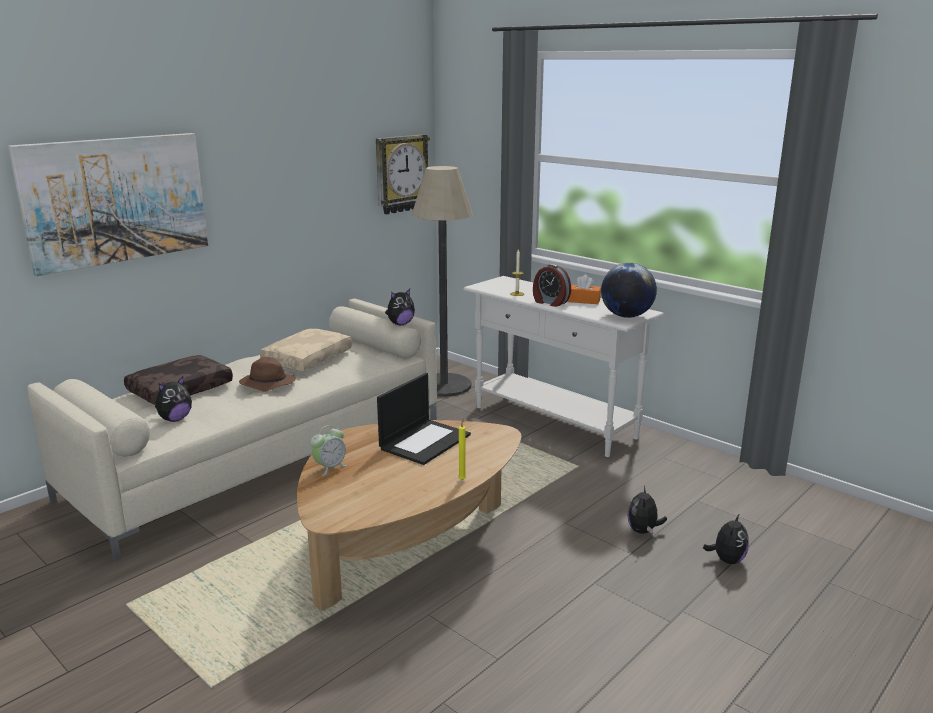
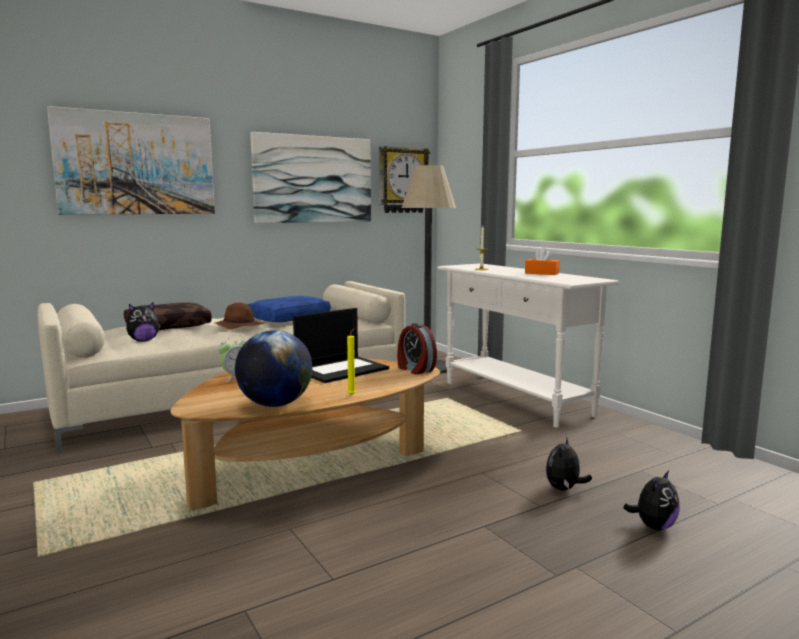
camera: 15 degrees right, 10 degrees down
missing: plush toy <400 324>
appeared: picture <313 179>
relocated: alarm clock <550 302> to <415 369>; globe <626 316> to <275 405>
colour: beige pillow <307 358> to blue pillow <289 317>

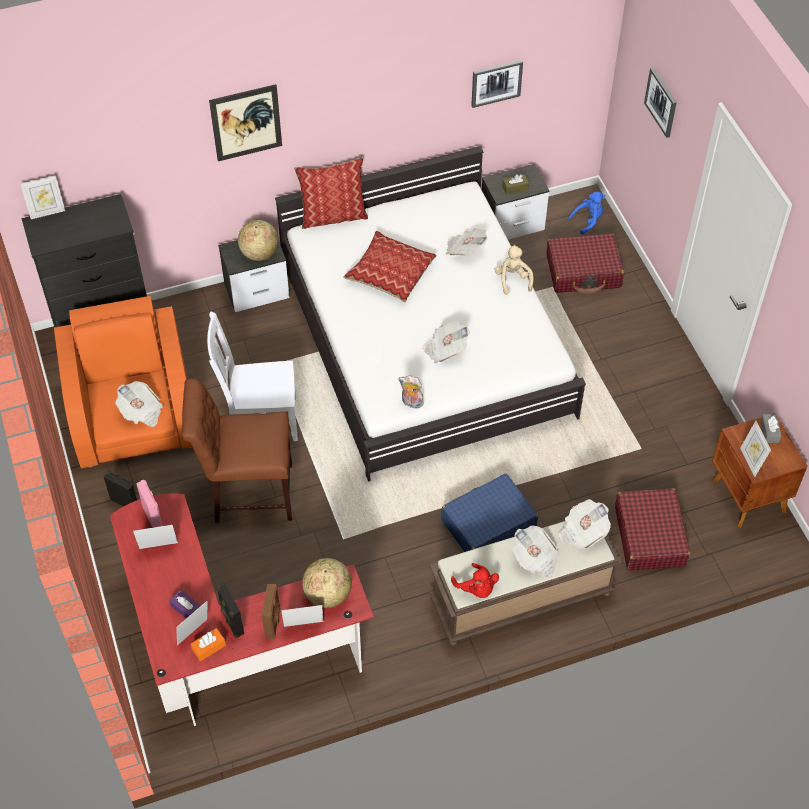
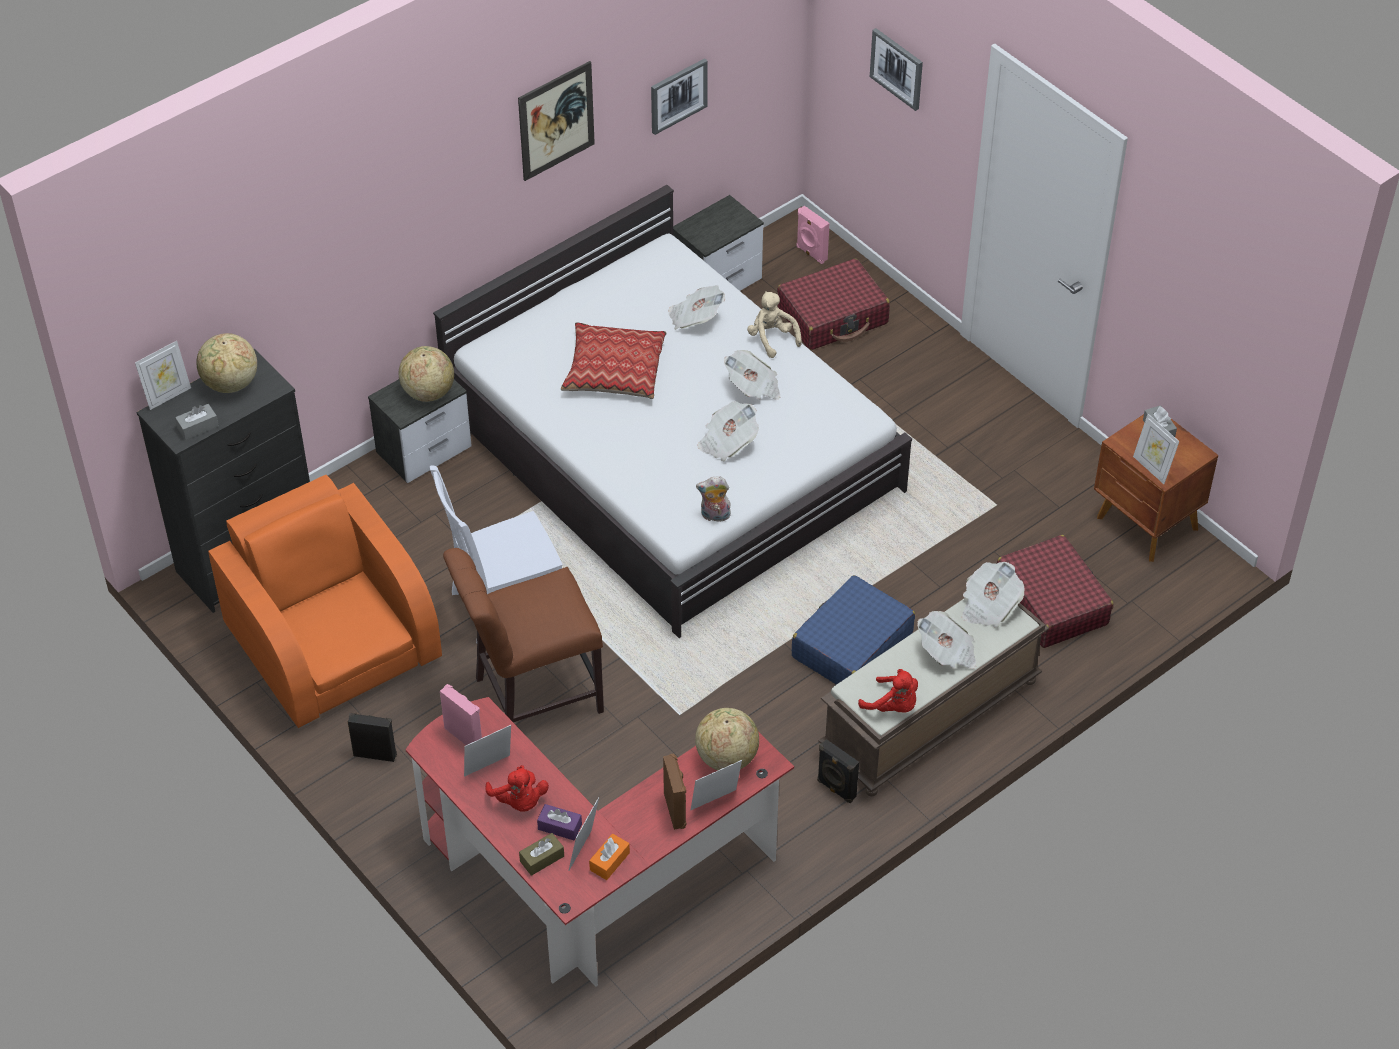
camera: 20 degrees left, 5 degrees down
missing: pillow <333 216>
appeared: grey tissue box <198 427>; globe <230 384>; red plush toy <519 801>
relocated: newspaper <141 412> to <753 387>; picture <246 123> to <556 120>; black speaker <232 622> to <835 789>; brown tissue box <515 188> to <542 859>
exchanged: blue plush toy <588 220> to pink speaker <811 253>

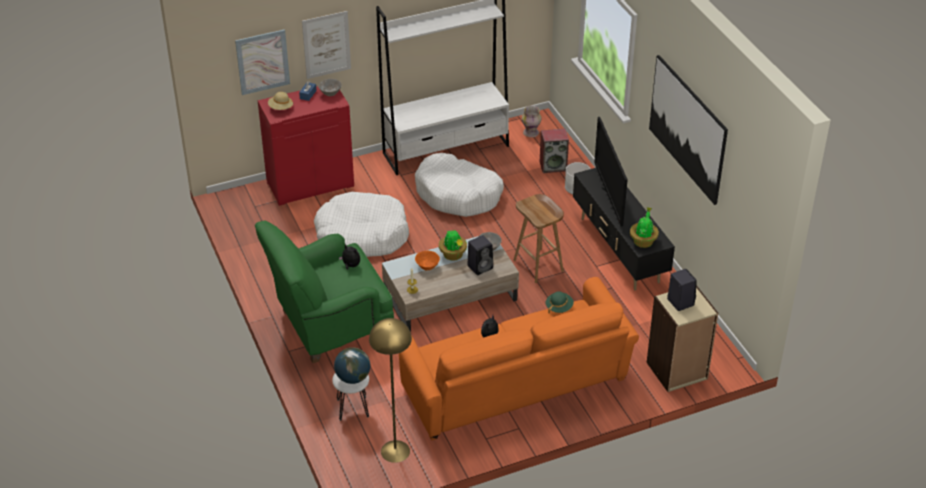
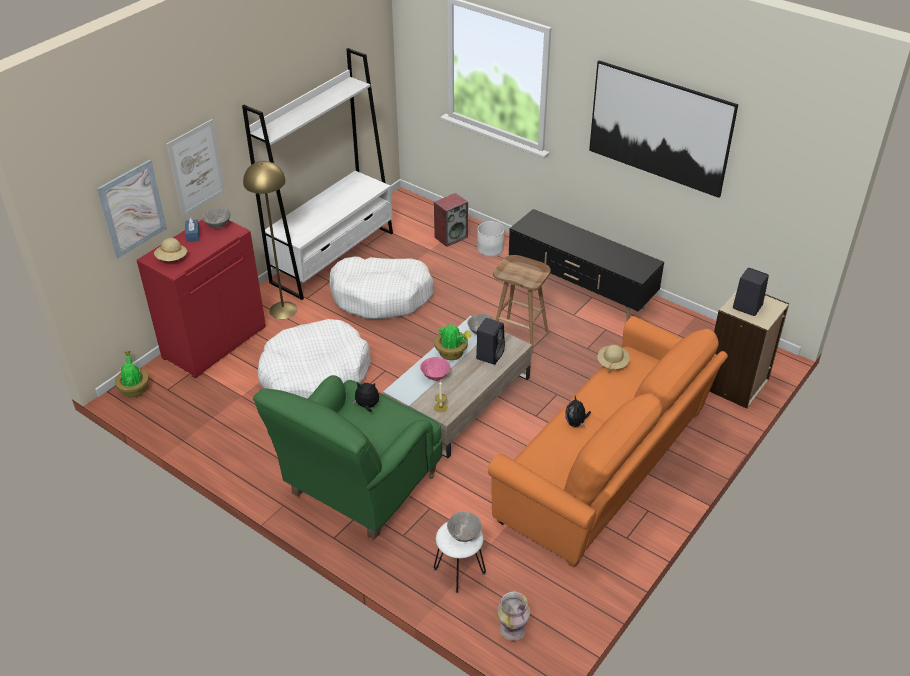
camera: 30 degrees left, 0 degrees up
missing: television <610 197>
relocated: yellow floor lamp <395 451> to <283 310>; vase <531 133> to <512 629>; potted plant <643 241> to <134 389>
exchanged: globe <353 378> to grey bowl <464 535>
colour: orange bowl <427 267> to pink bowl <435 376>; green hat <559 307> to beige hat <612 363>

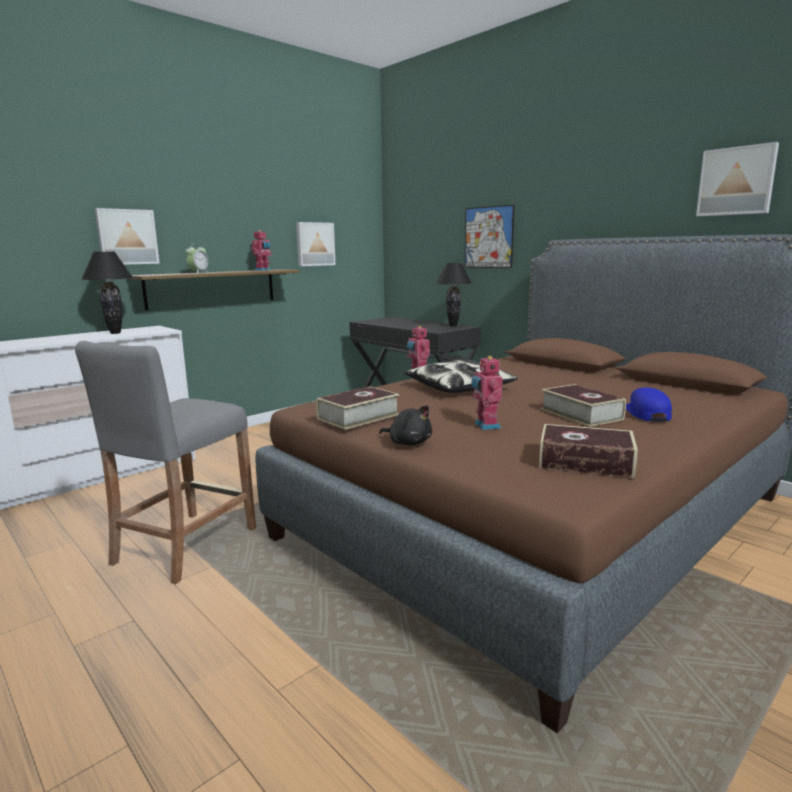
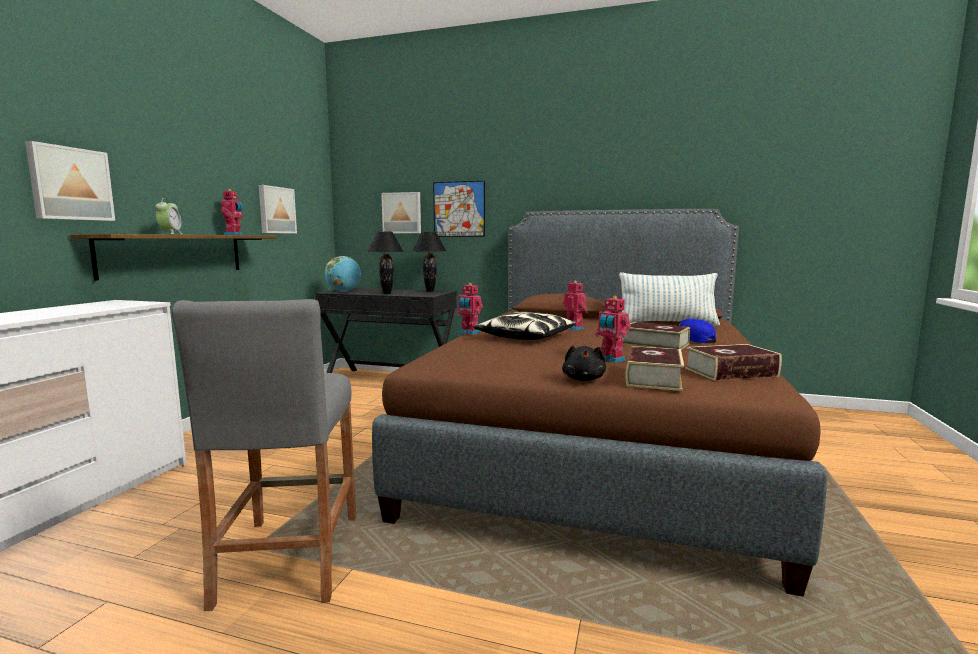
camera: 30 degrees left, 5 degrees down
appeared: globe <344 291>; toy robot <574 328>; pillow <667 324>
relocated: black table lamp <116 333> to <387 293>; book <358 416> to <653 378>; picture <736 181> to <402 213>
spun: black plush toy <408 442> = <583 379> 90 degrees clockwise

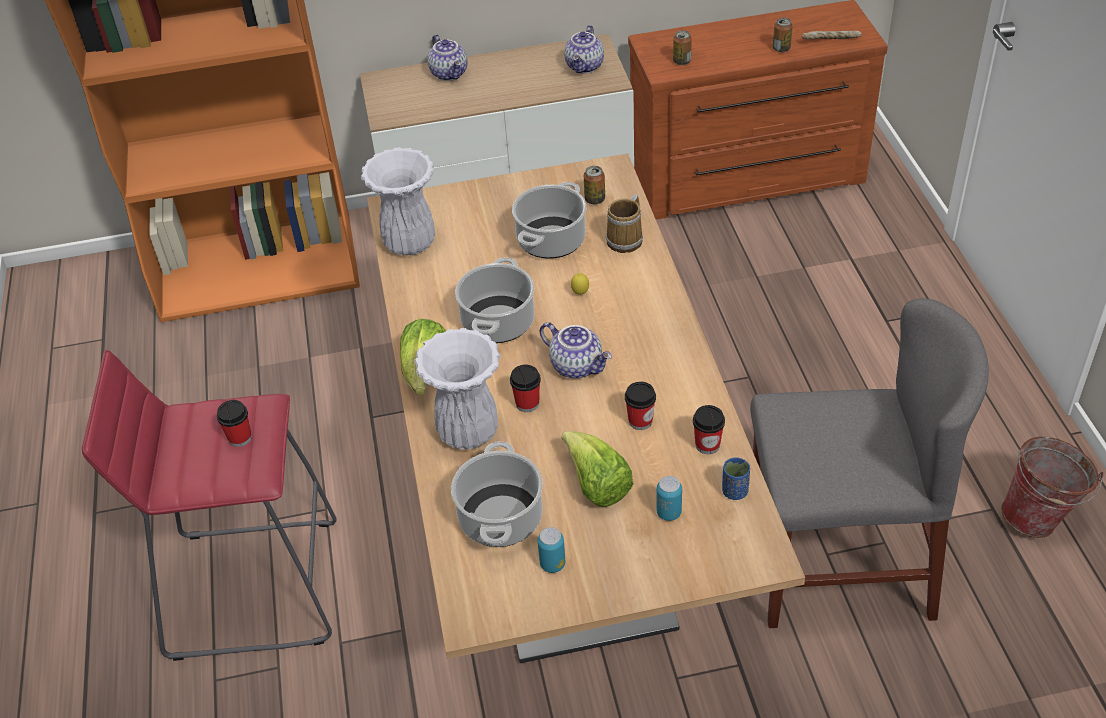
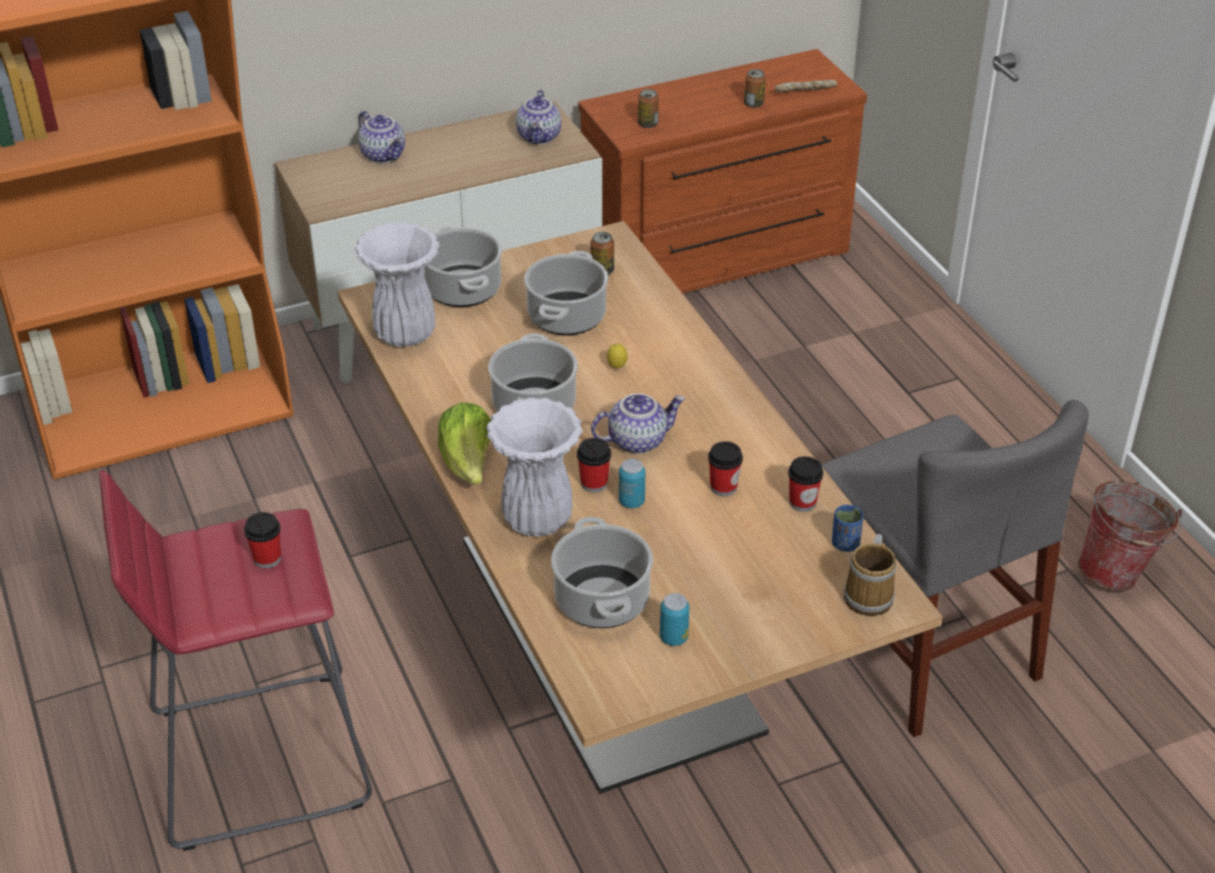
camera: 15 degrees left, 5 degrees down
missing: lettuce <596 485>
appeared: cooking pot <462 289>
relocated: mug <627 239> to <870 596>; can <668 513> to <631 502>
spun: teapot <577 366> = <637 440> 45 degrees counterclockwise; grey chair <838 565> = <922 646> 75 degrees clockwise

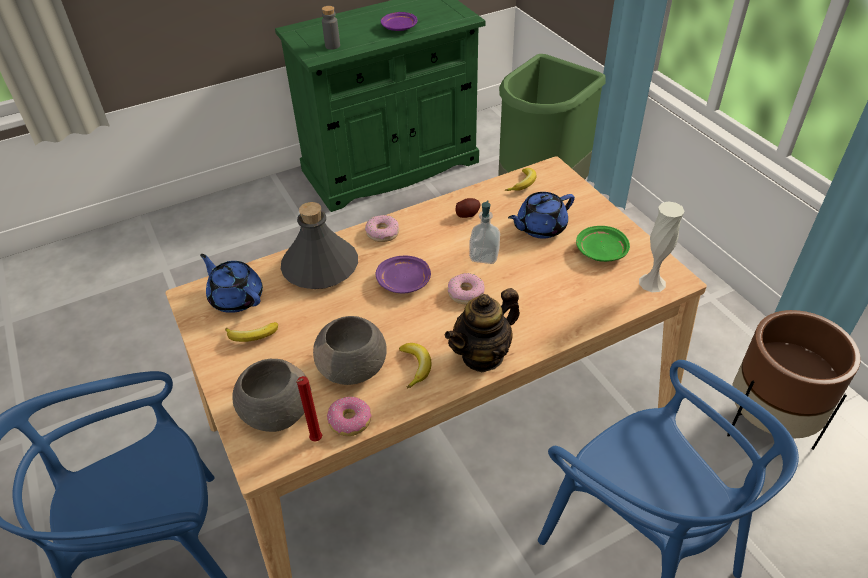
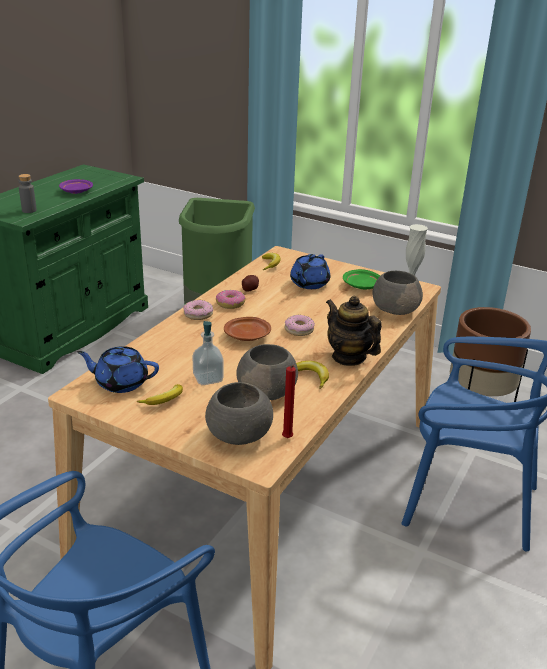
camera: 35 degrees left, 15 degrees down
missing: grey bottle <320 268>
appeared: grey bowl <395 309>
relocated: donut <350 421> to <230 304>; soap dispenser <484 256> to <208 378>
colour: purple plate <404 282> to brown plate <248 336>
spun: teapot <483 355> = <349 357> 120 degrees clockwise

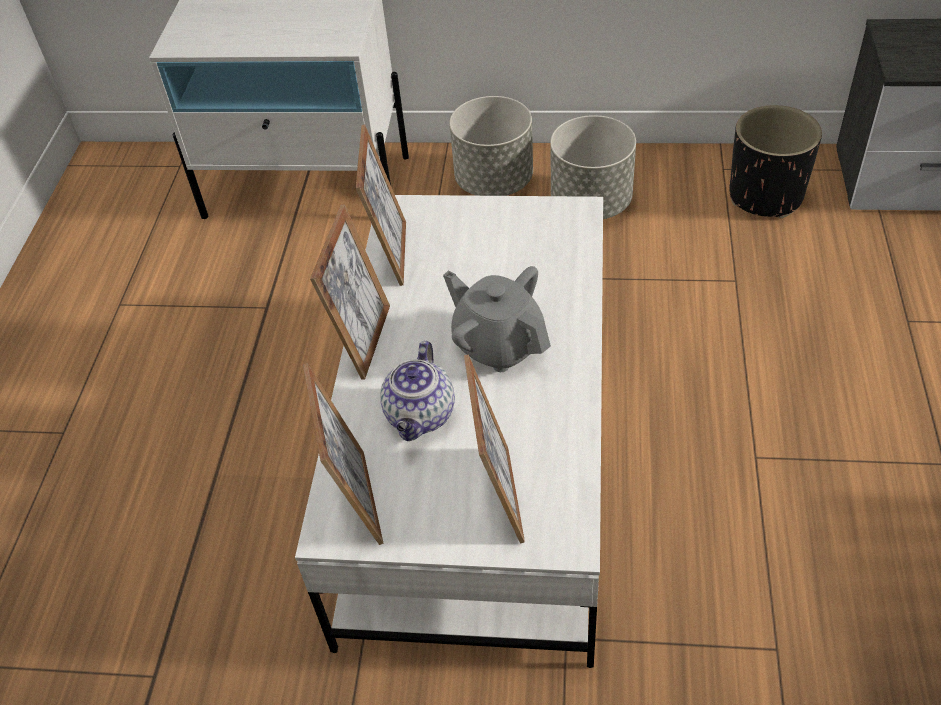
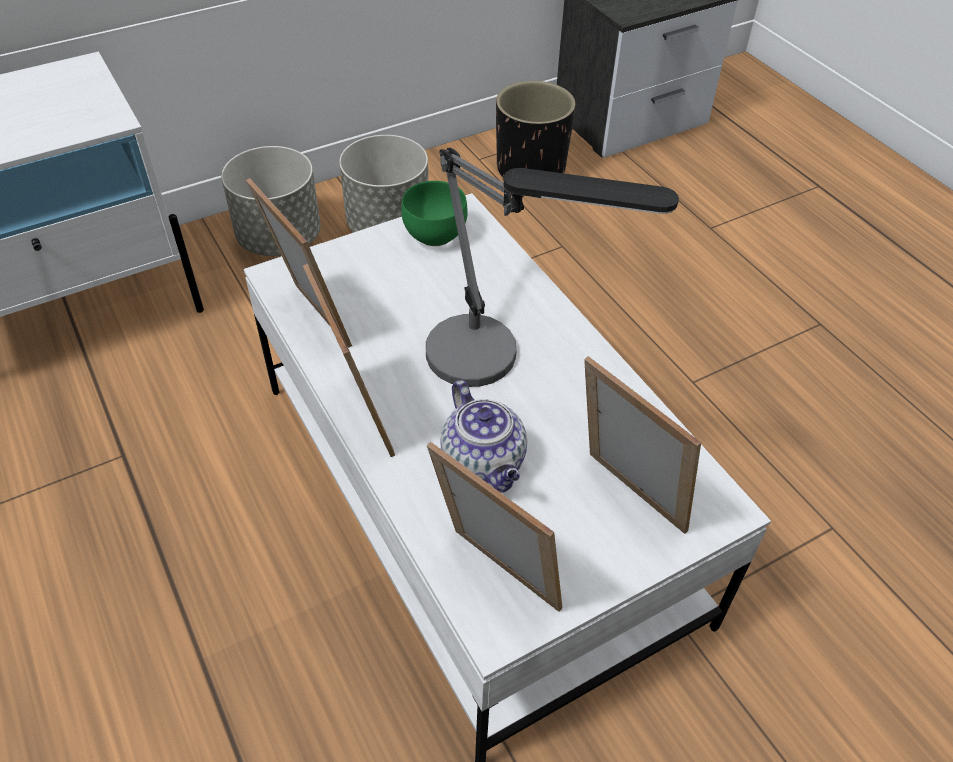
camera: 40 degrees left, 0 degrees up
appeared: green bowl <435 233>
exchanged: grey teapot <498 344> to table lamp <497 361>

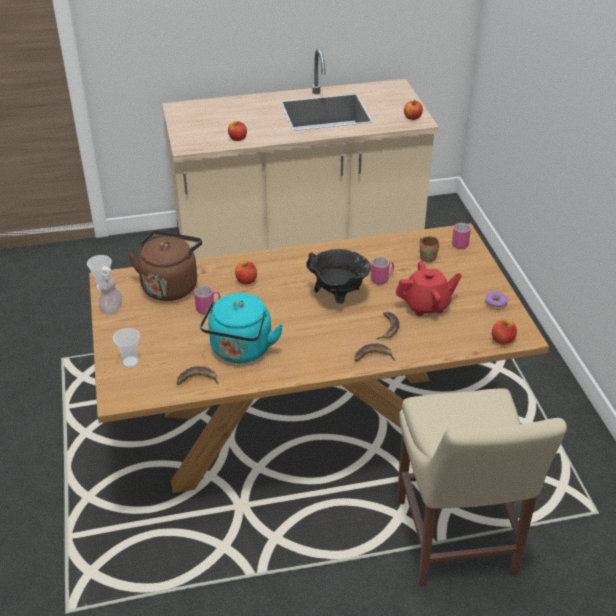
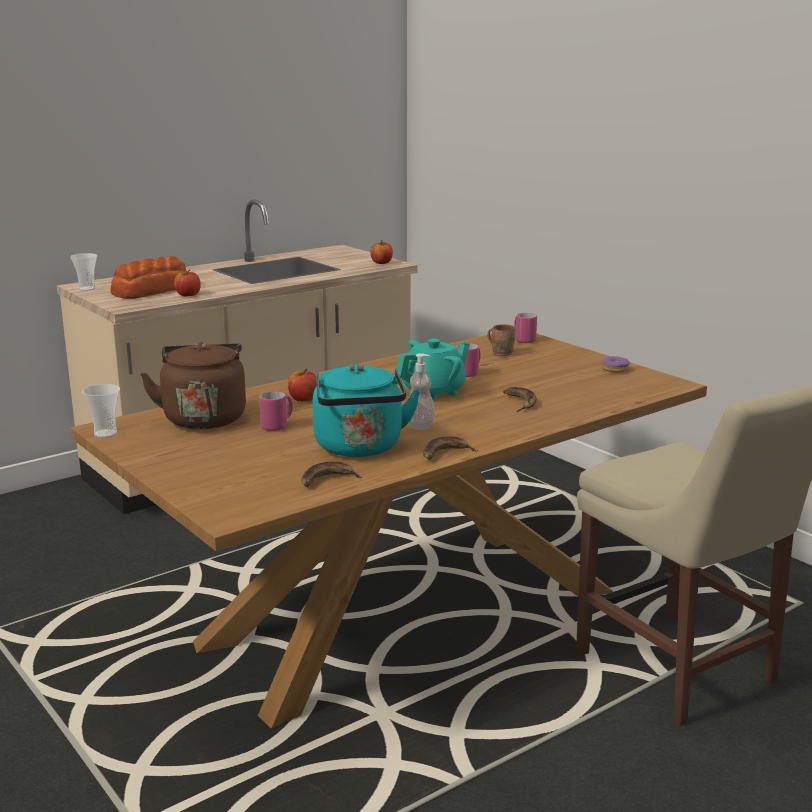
camera: 25 degrees left, 20 degrees down
missing: red teapot <426 305>; apple <502 340>
appeared: bread <150 291>
relocated: soap dispenser <112 309> to <420 426>; cup <130 362> to <87 288>; banana <373 356> to <445 453>
exchanged: black cooking pot <338 297> to turquoise teapot <434 392>

